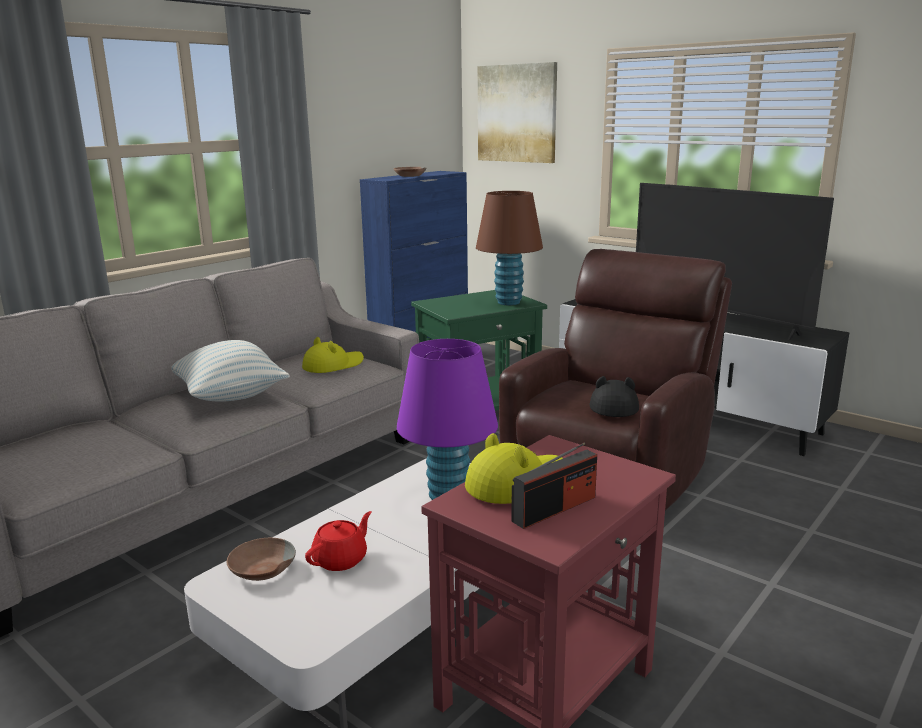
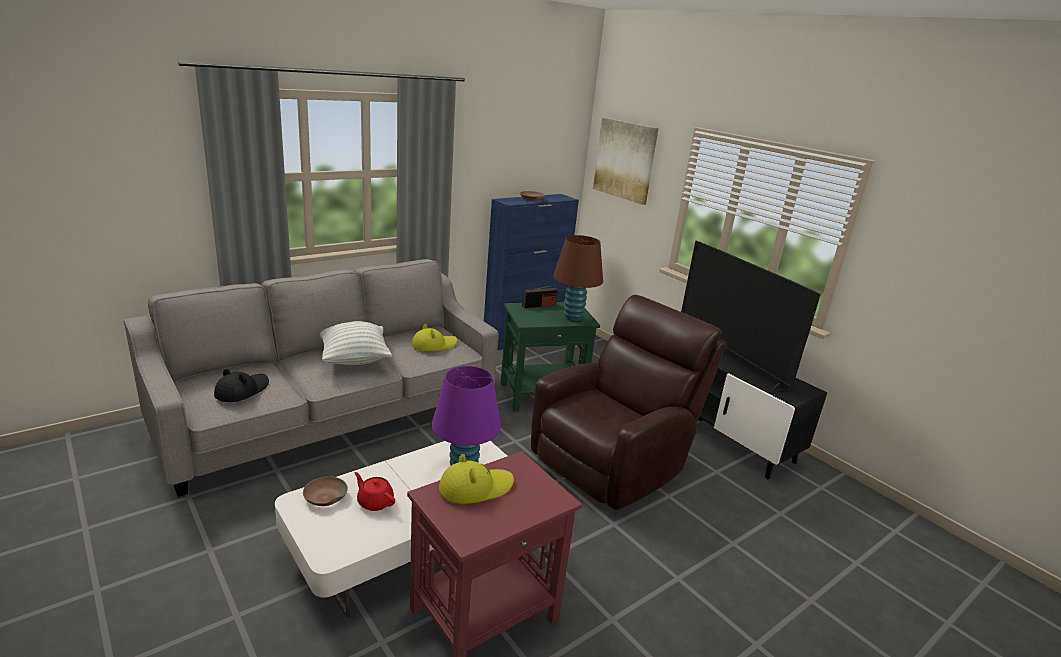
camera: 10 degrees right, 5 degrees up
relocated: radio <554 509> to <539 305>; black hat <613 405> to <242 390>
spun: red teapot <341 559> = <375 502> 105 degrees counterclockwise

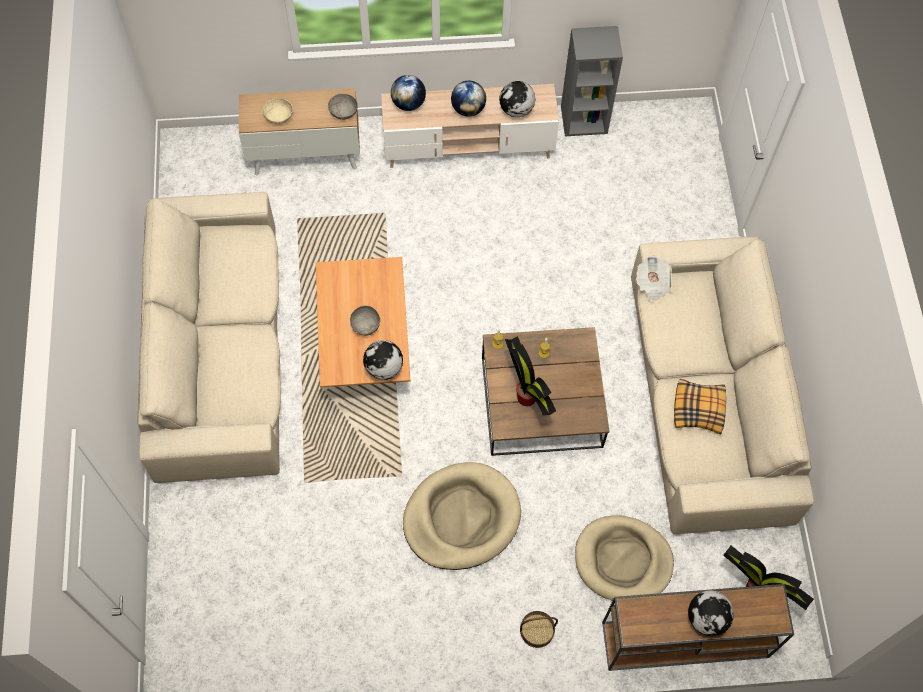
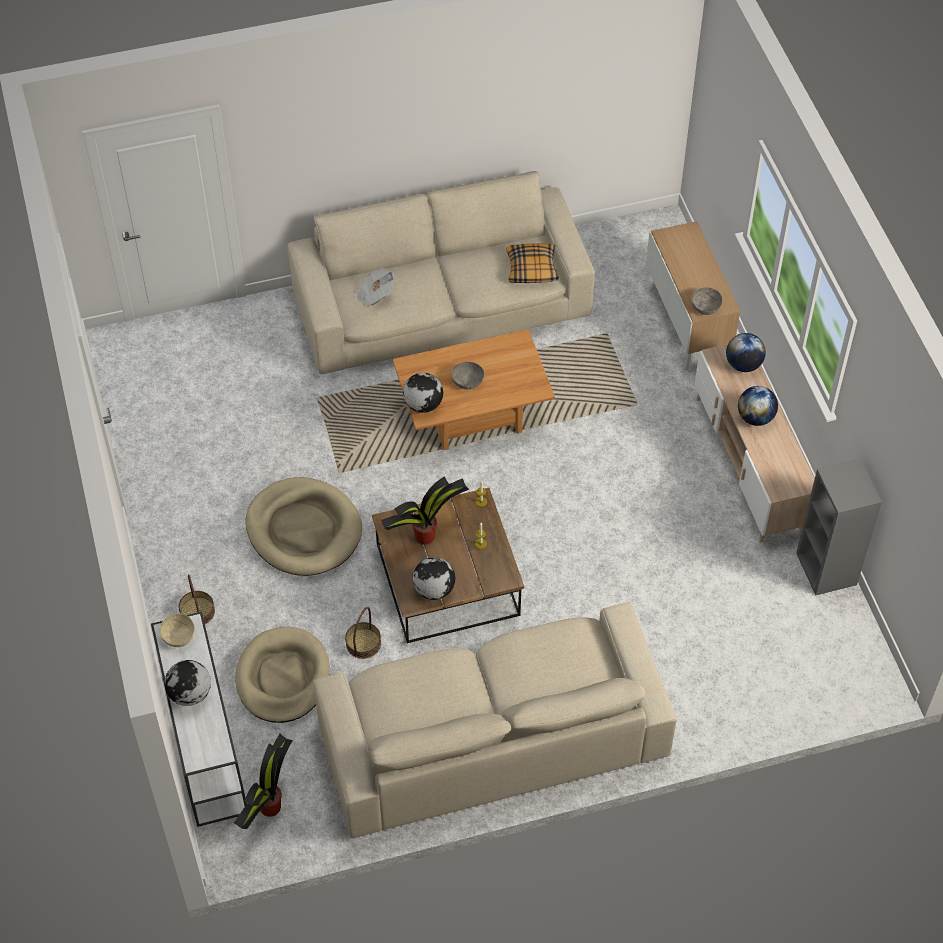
camera: 80 degrees right, 10 degrees down
appeared: basket <363 643>
relocated: beige bowl <278 116> to <178 636>; globe <516 110> to <433 589>; newspaper <652 284> to <375 295>; pillow <699 409> to <531 269>
colour: brown console table <683 640> to white console table <205 743>

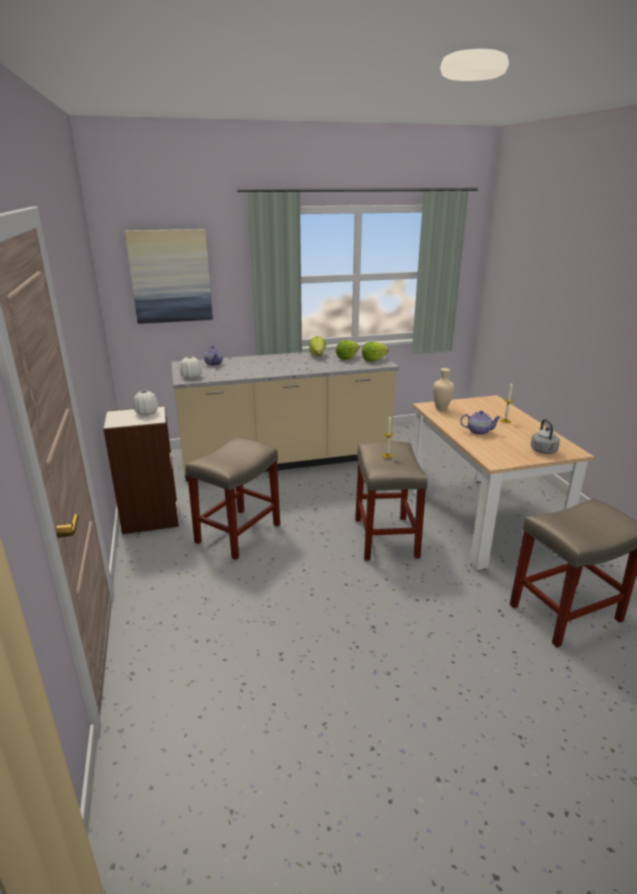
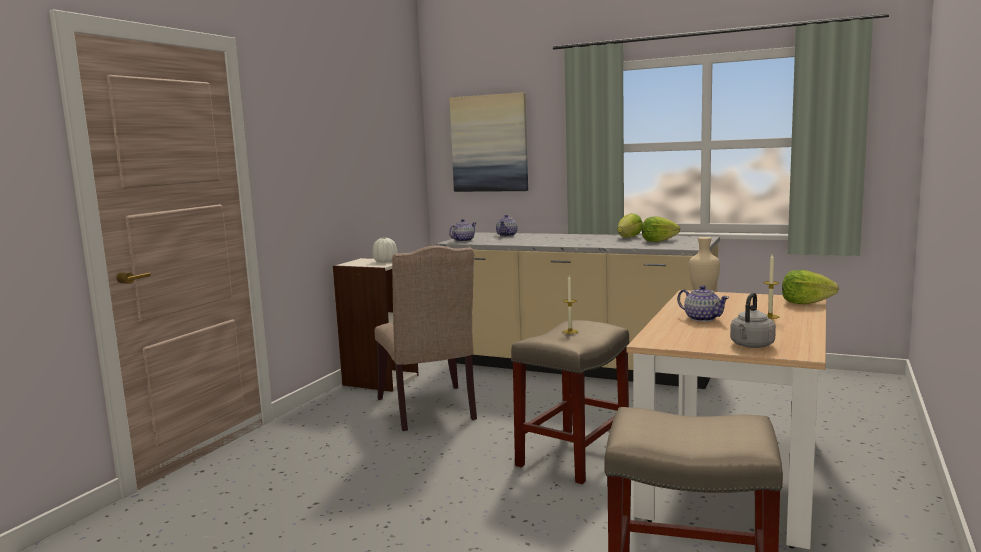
camera: 40 degrees right, 15 degrees down
relocated: lettuce <373 360> to <805 303>
exchanged: white vase <191 377> to teapot <463 240>; beige stool <237 534> to beige chair <430 410>

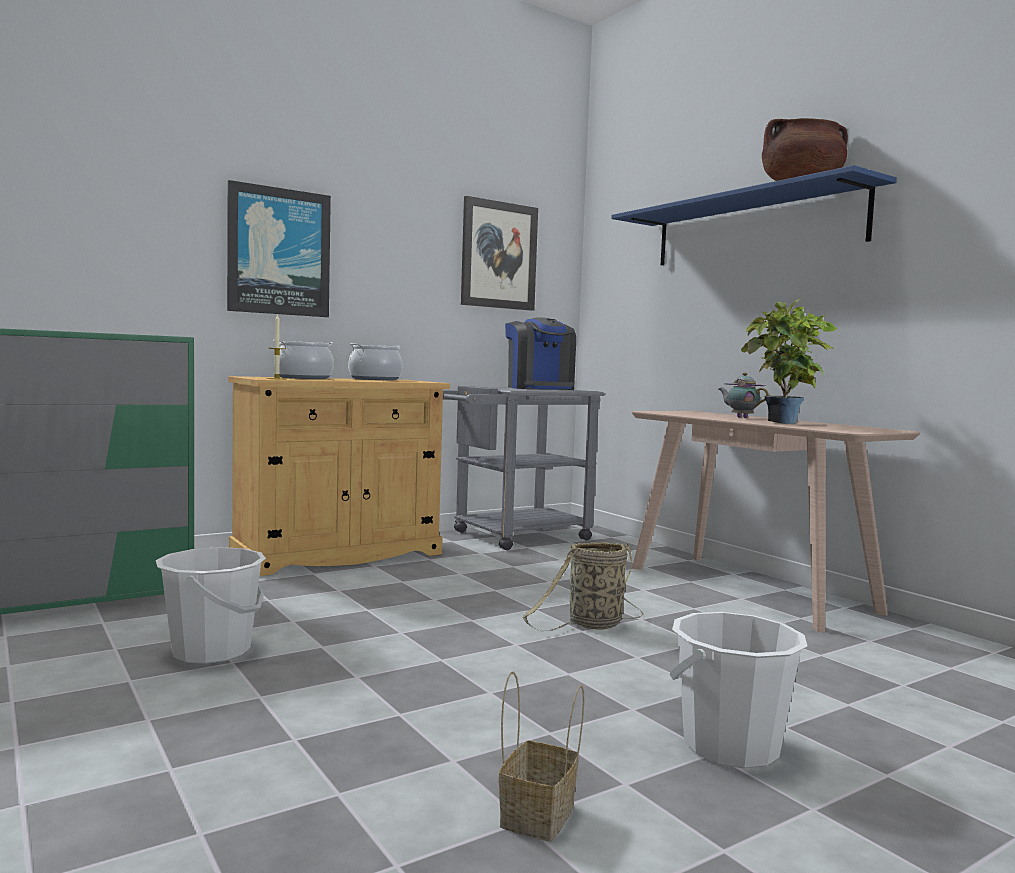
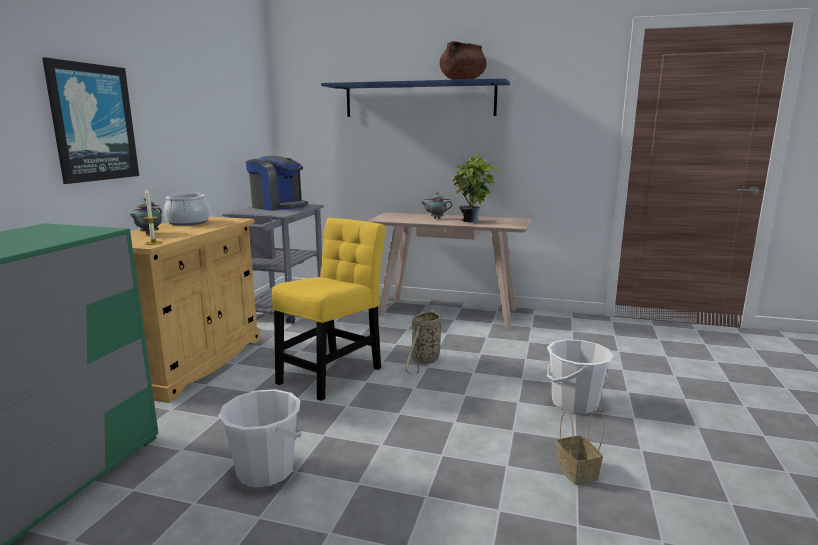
camera: 40 degrees left, 10 degrees up
missing: picture <499 255>
appeared: yellow chair <333 373>
exchanged: cooking pot <303 378> to teapot <148 234>

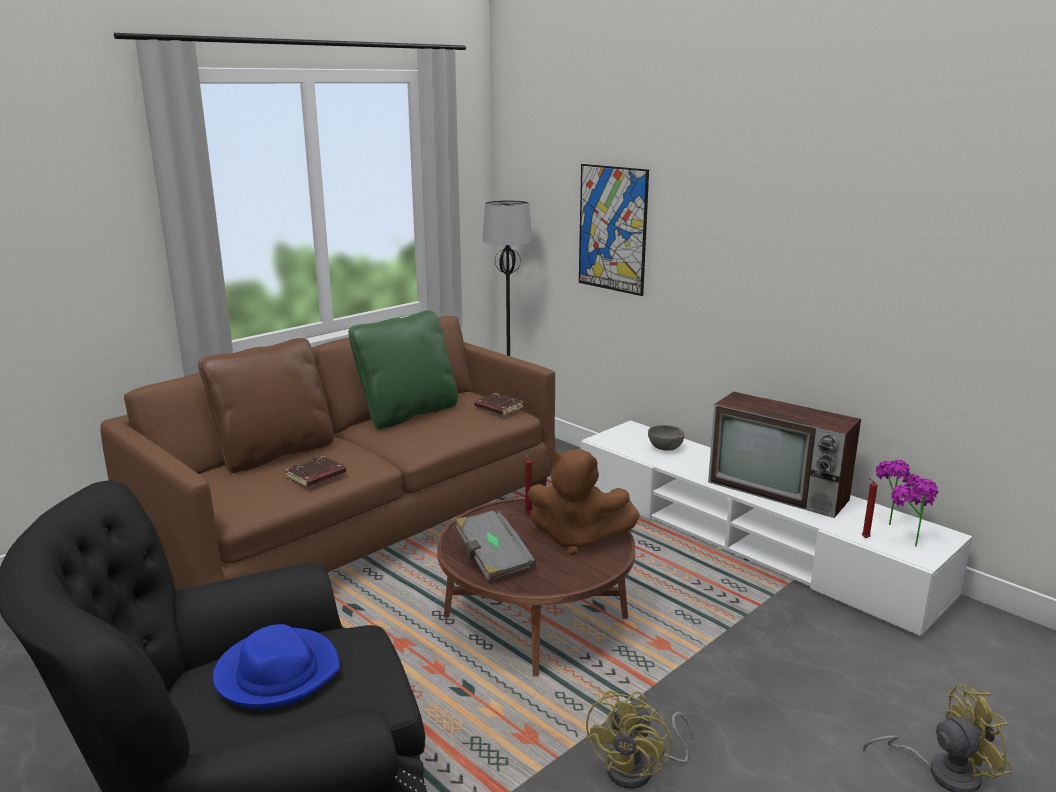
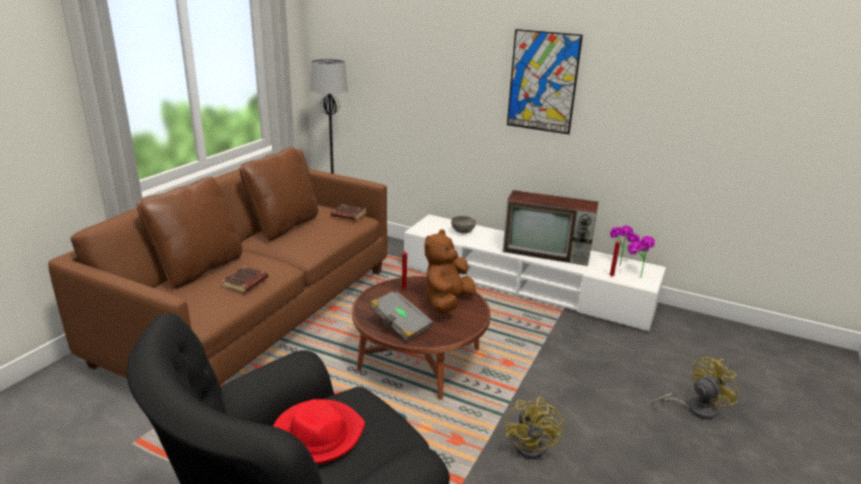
camera: 20 degrees left, 5 degrees up
relocated: picture <612 229> to <543 82>
colour: blue hat <277 672> to red hat <317 434>; green pillow <408 413> to brown pillow <283 226>
spun: brown plush toy <578 539> = <447 302> 120 degrees clockwise

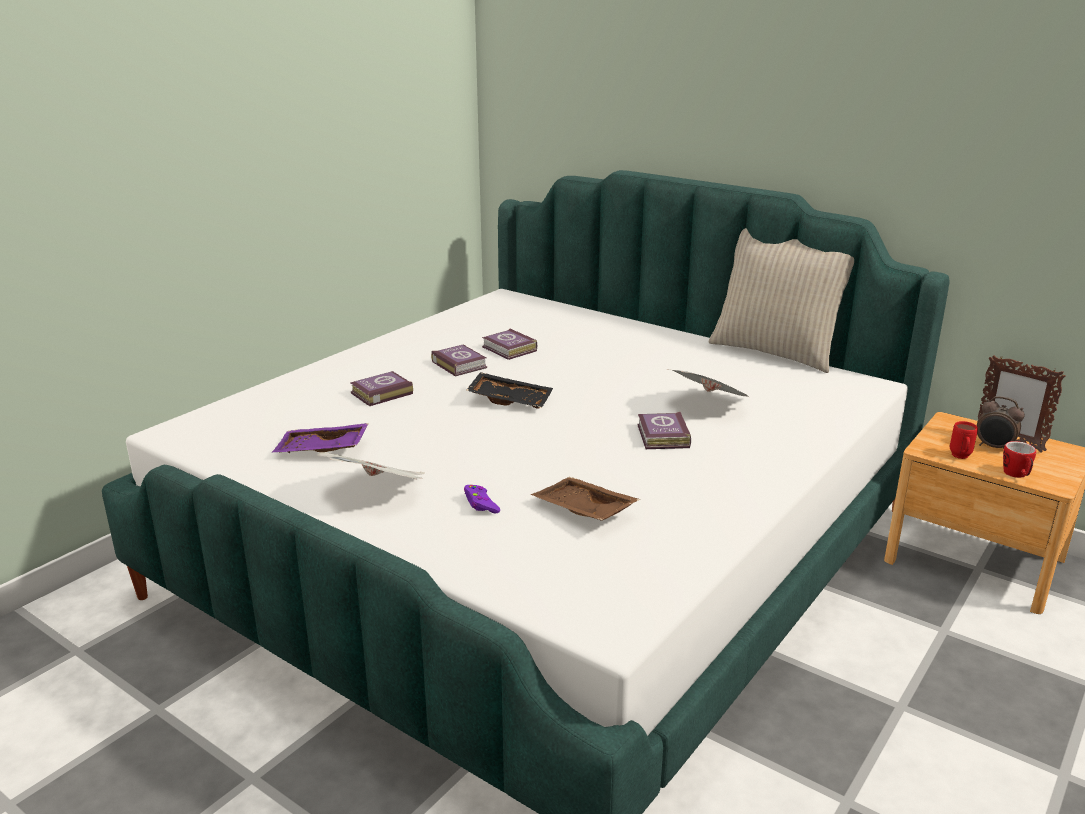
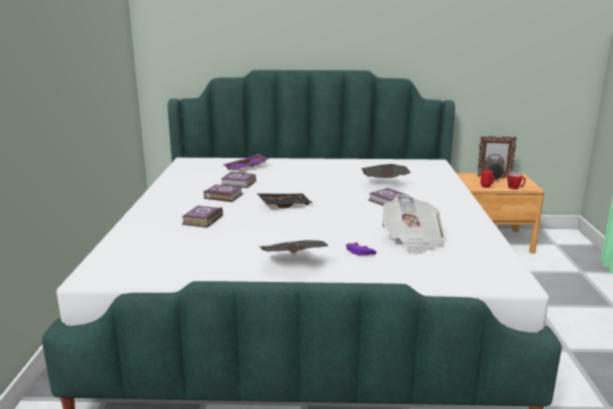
camera: 35 degrees left, 5 degrees down
missing: beige pillow <775 352>
relocated: purple tray <322 450> to <246 168>
exchanged: brown tray <582 511> to newspaper <412 240>

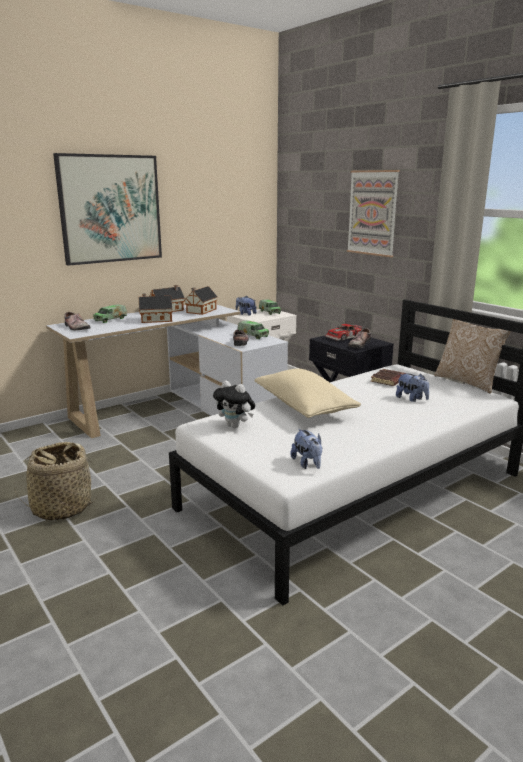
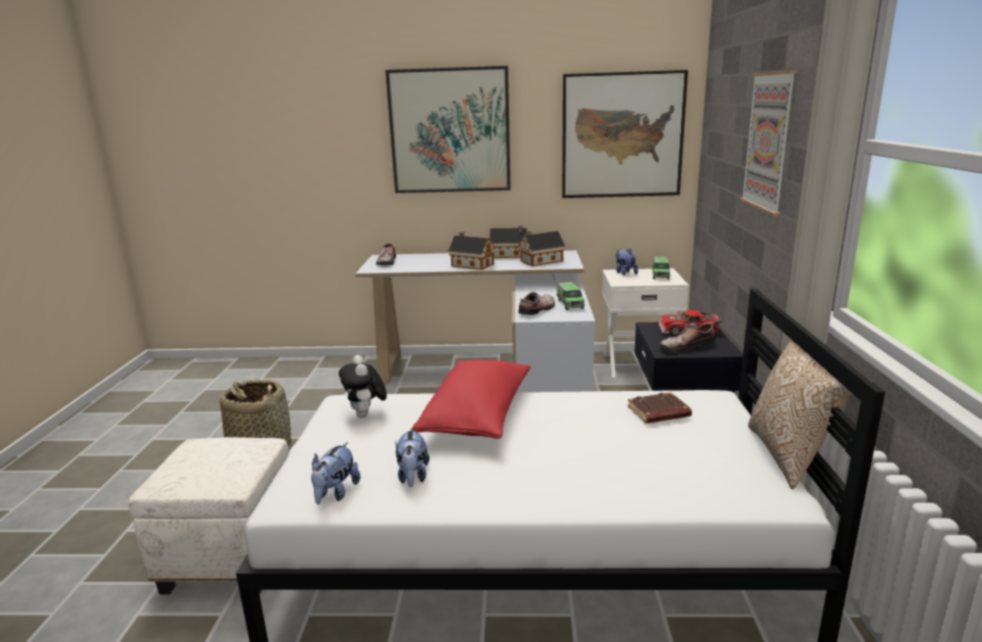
camera: 40 degrees right, 0 degrees up
missing: toy truck <110 319>
appeared: white ottoman <232 558>; picture <622 135>
relocated: plush toy <411 399> to <413 476>
colour: beige pillow <304 407> to red pillow <477 416>

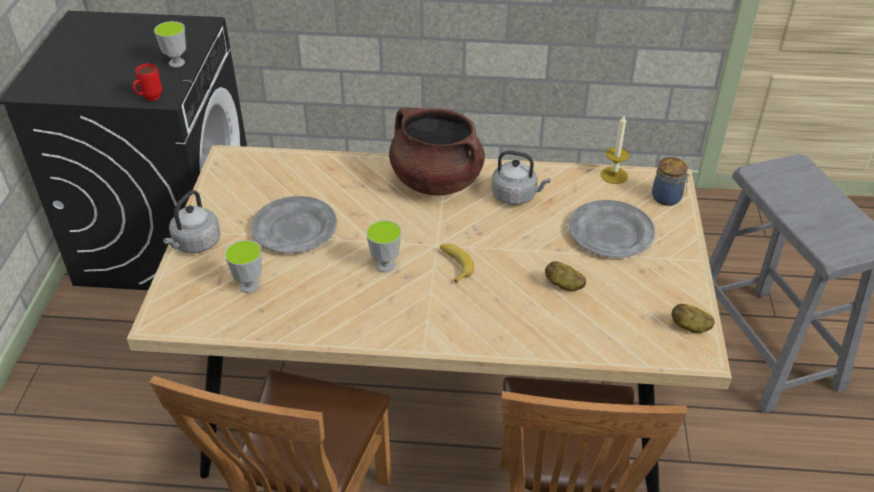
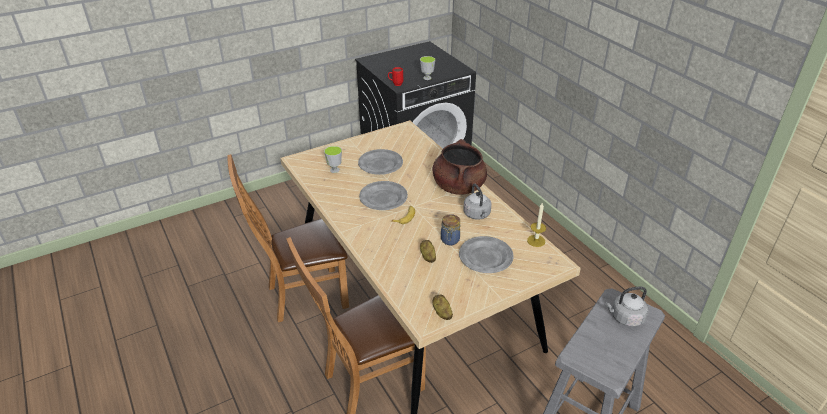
camera: 55 degrees right, 5 degrees down
relocated: grey kettle <195 244> to <625 318>; jar <667 198> to <450 240>
exchanged: cup <385 265> to grey plate <383 198>

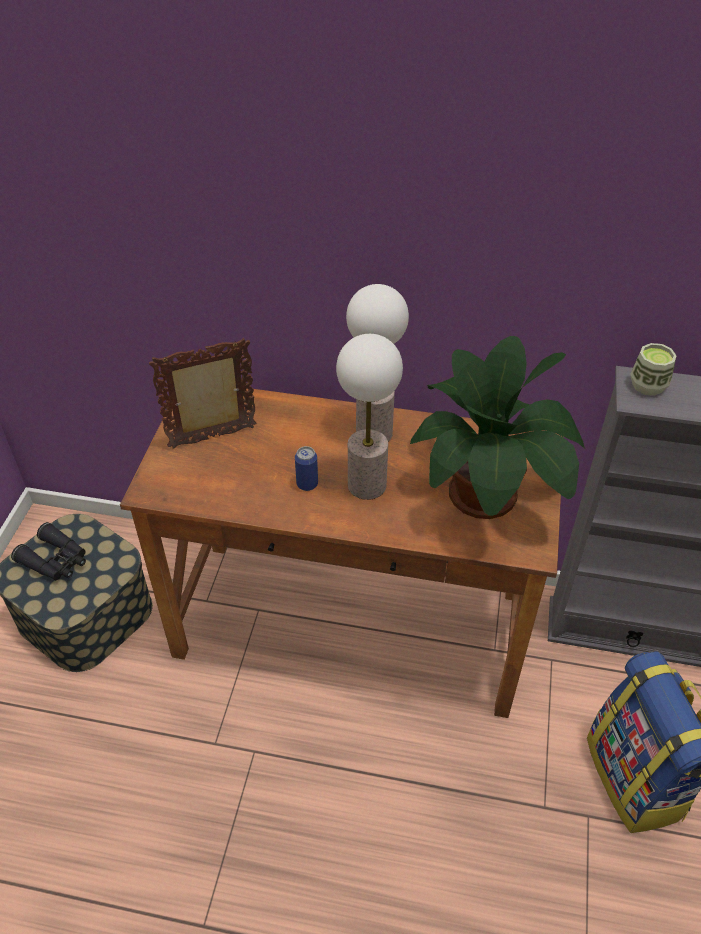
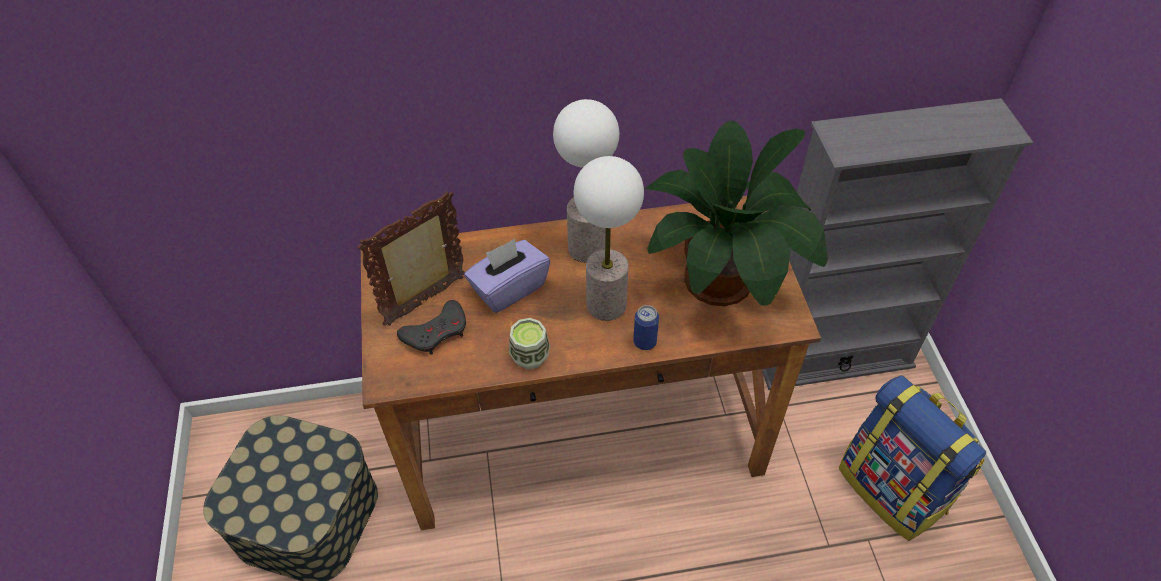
camera: 20 degrees left, 5 degrees up
missing: black binoculars <56 561>
appeared: grey game controller <436 332>; purple tissue box <509 288>
relocated: can <307 484> to <644 342>; cup <648 385> to <530 356>

